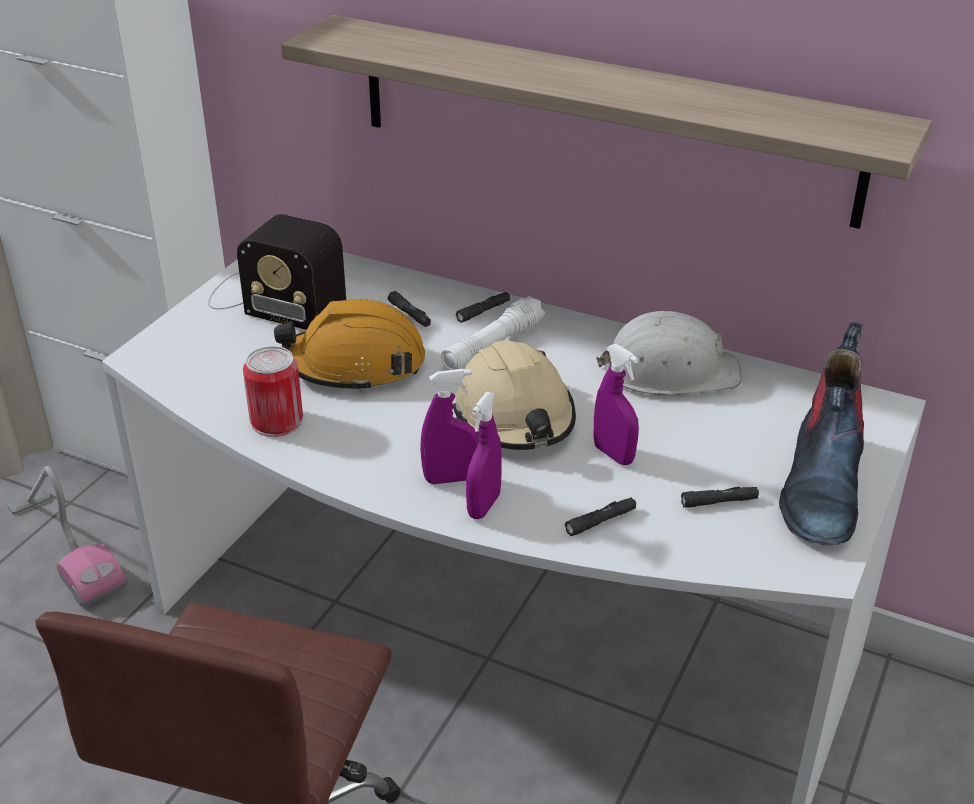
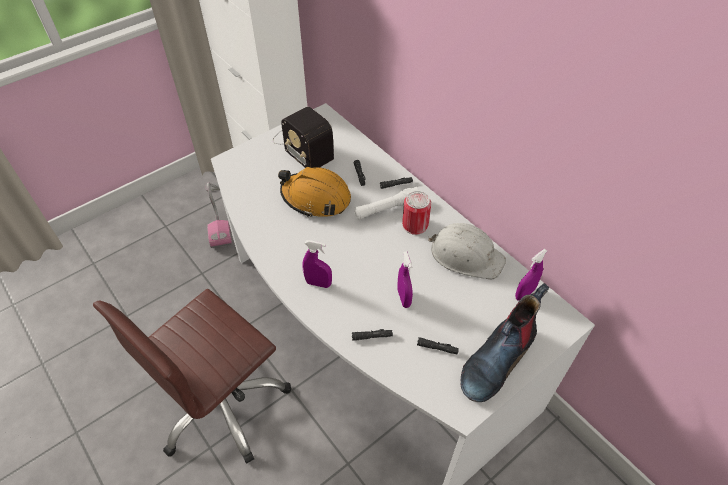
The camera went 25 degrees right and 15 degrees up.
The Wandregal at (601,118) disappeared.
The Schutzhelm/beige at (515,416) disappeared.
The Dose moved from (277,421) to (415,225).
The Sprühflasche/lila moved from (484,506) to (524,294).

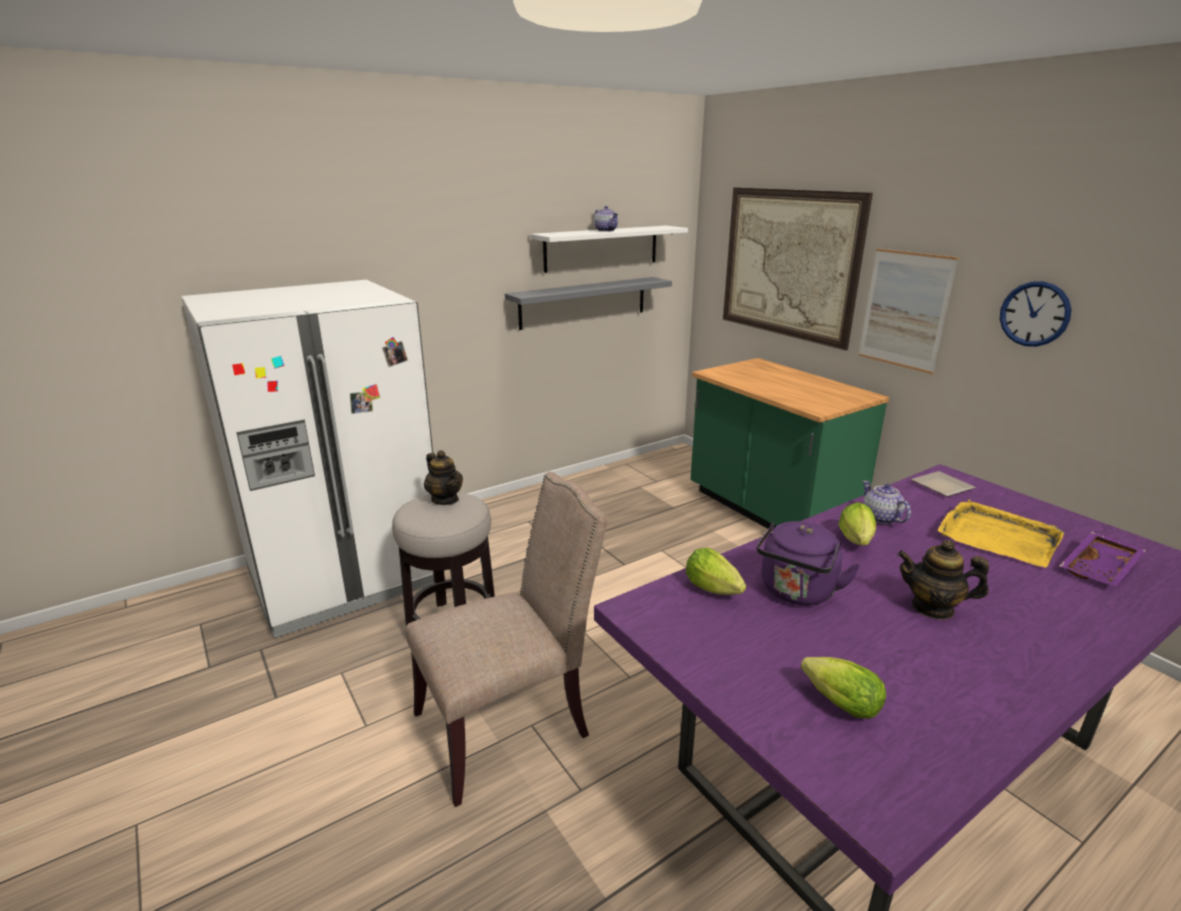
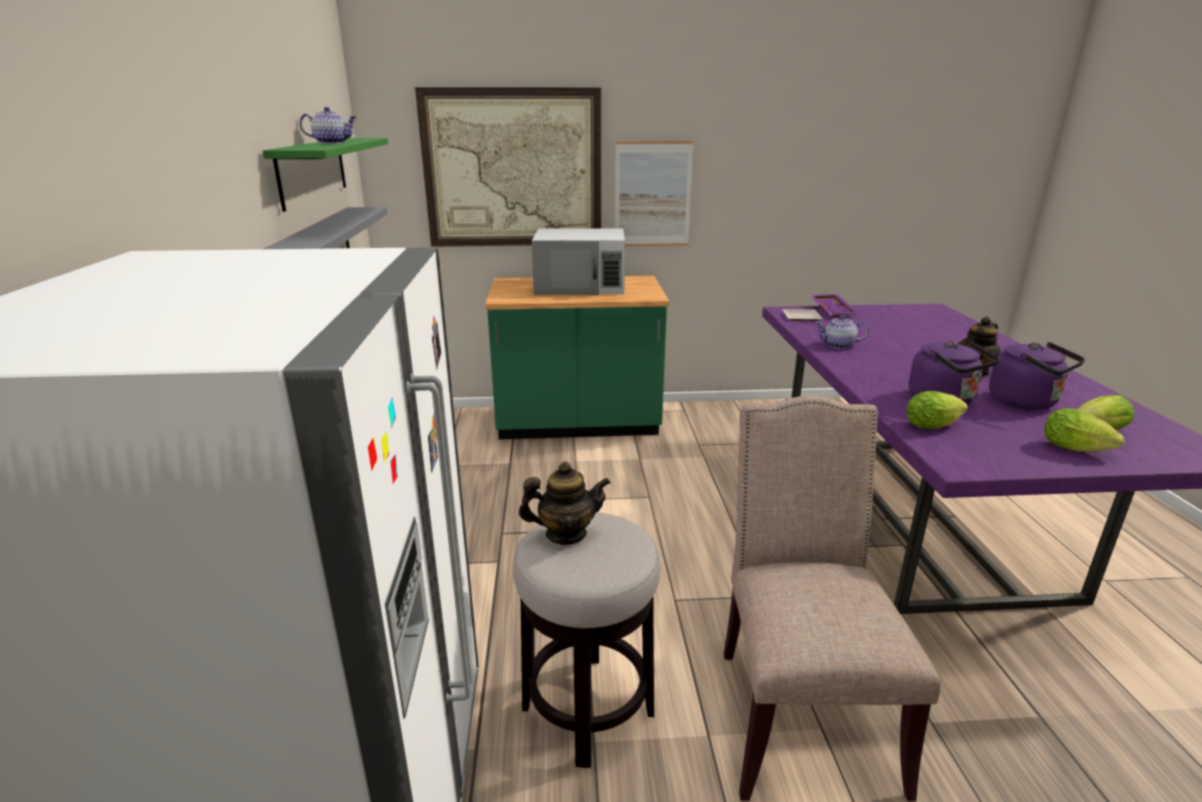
The camera went 60 degrees left and 0 degrees up.
The Tablett/gelb at (997,537) disappeared.
The Wanduhr at (1034,314) disappeared.
The Mikrowelle/weiß at (581,285) appeared.
The Wasserkessel/lila at (1026,402) appeared.
The Salatkopf moved from (856,542) to (1078,450).
The Tablett/lila moved from (1101,569) to (833,311).
The Wandregal/weiß at (602,248) became the Wandregal/grün at (313,171).

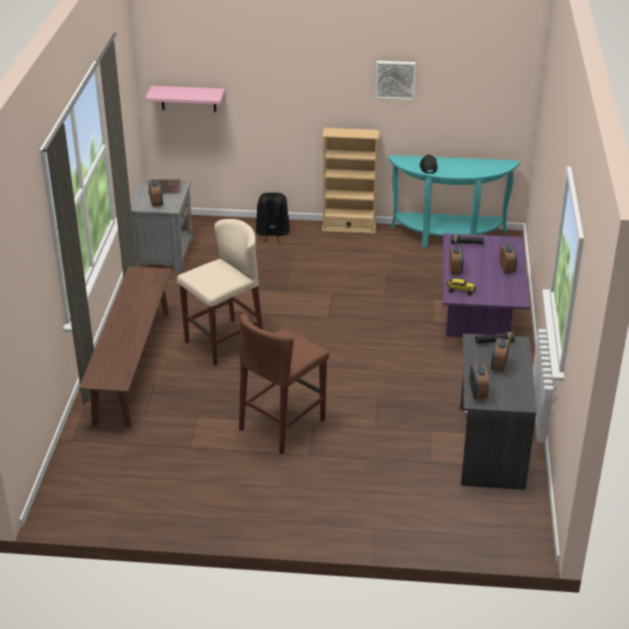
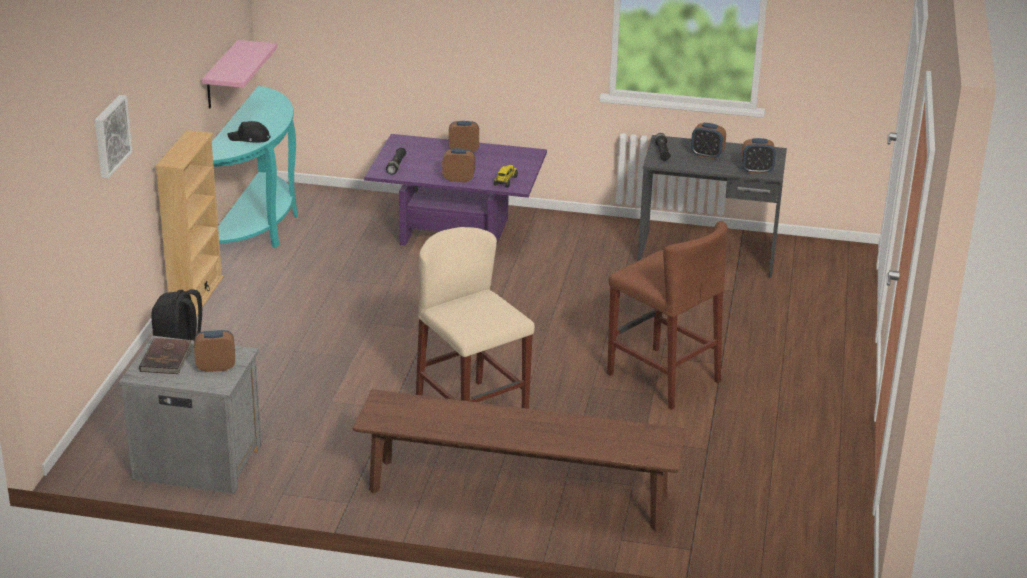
The camera went 85 degrees left and 5 degrees down.
The Wandregal/rosa moved from (188,98) to (221,76).
The Bild moved from (395,79) to (110,135).

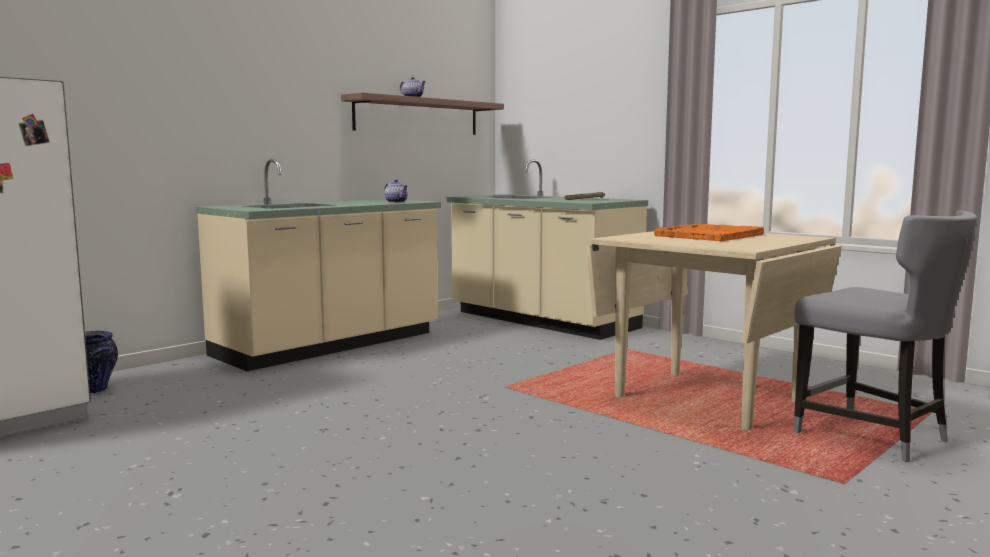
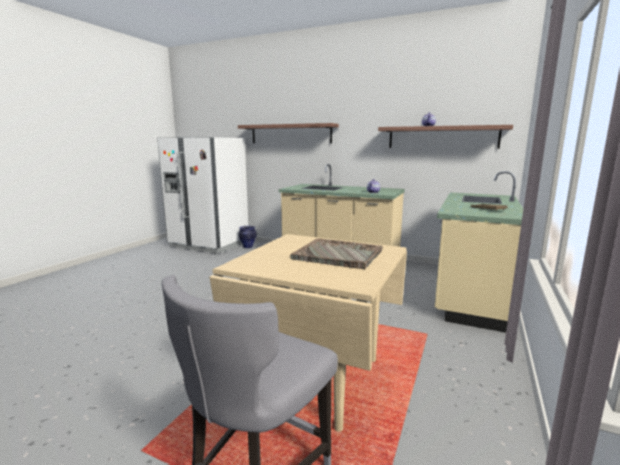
The camera went 70 degrees right and 5 degrees up.
The Wandregal at (290,134) appeared.
The Tablett/orange at (710,235) became the Tablett/grau at (338,255).

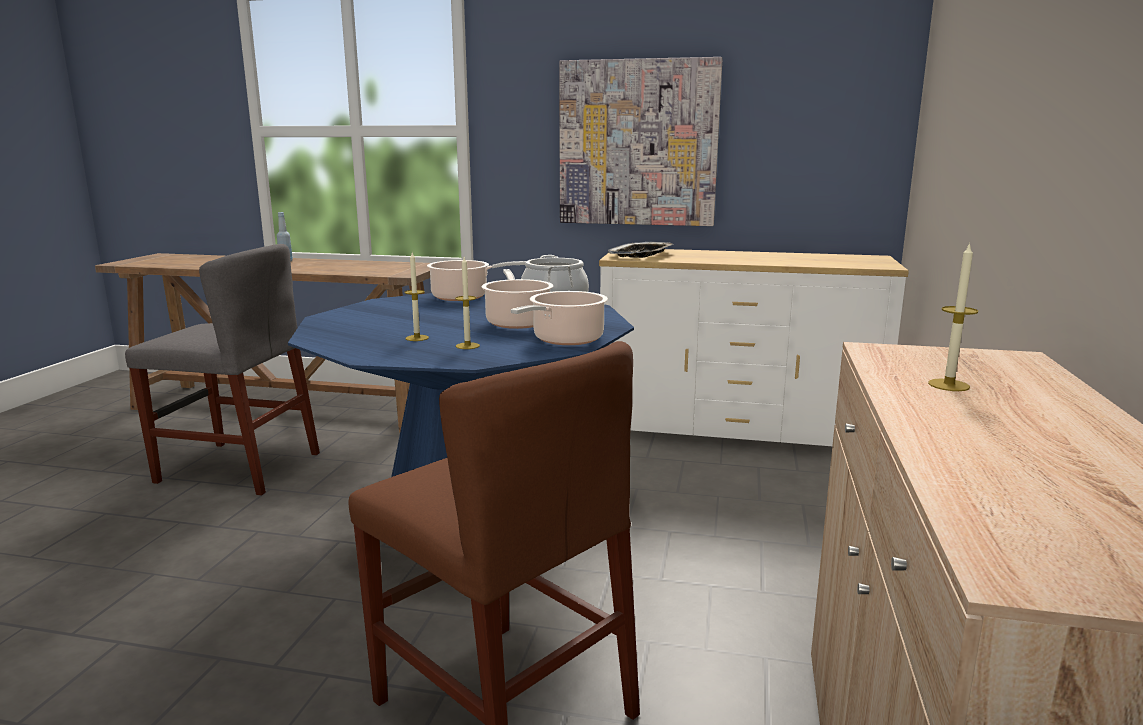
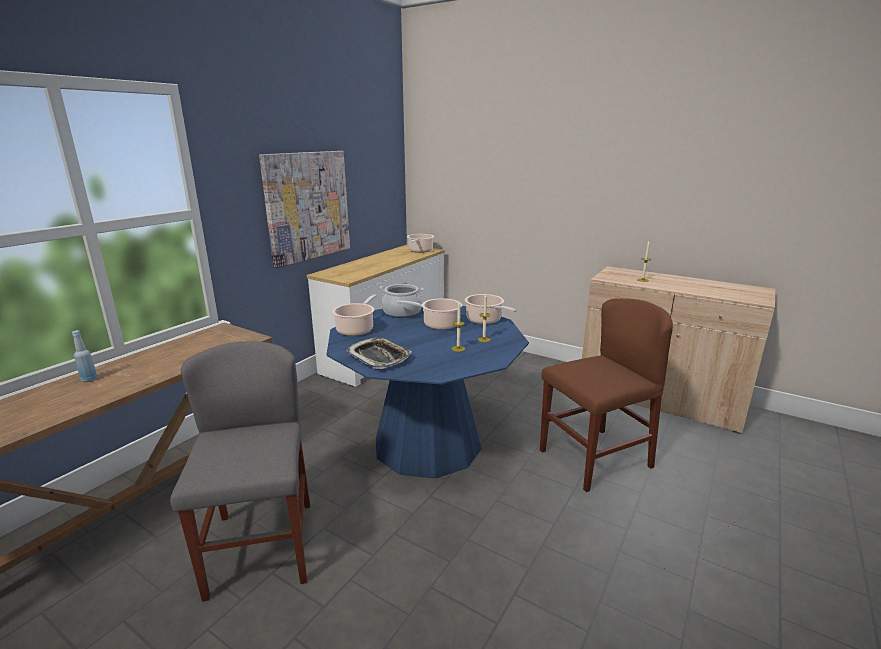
The camera went 70 degrees left and 5 degrees up.
The Kochtopf at (420,251) appeared.
The Tablett moved from (641,255) to (379,357).
The Stuhl/grau at (239,467) turned 45 degrees counterclockwise.

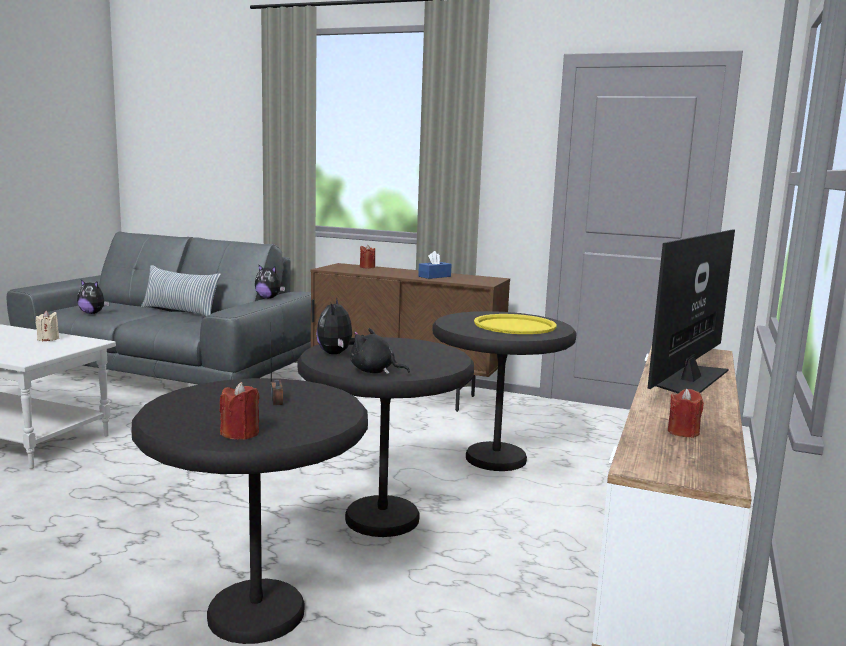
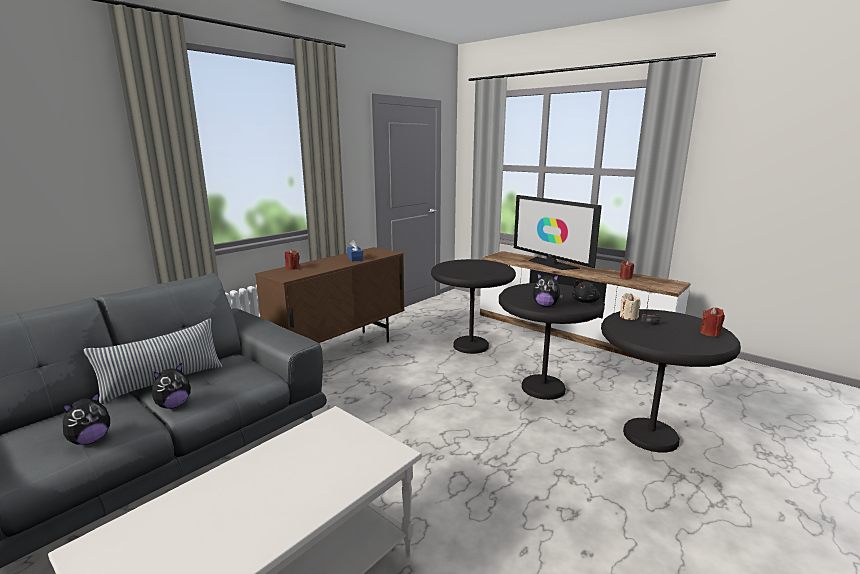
The camera went 70 degrees left and 5 degrees up.
The Tablett/gelb at (514,326) disappeared.
The Kerze/beige moved from (48,339) to (628,317).
The Plüschtier moved from (268,298) to (173,405).

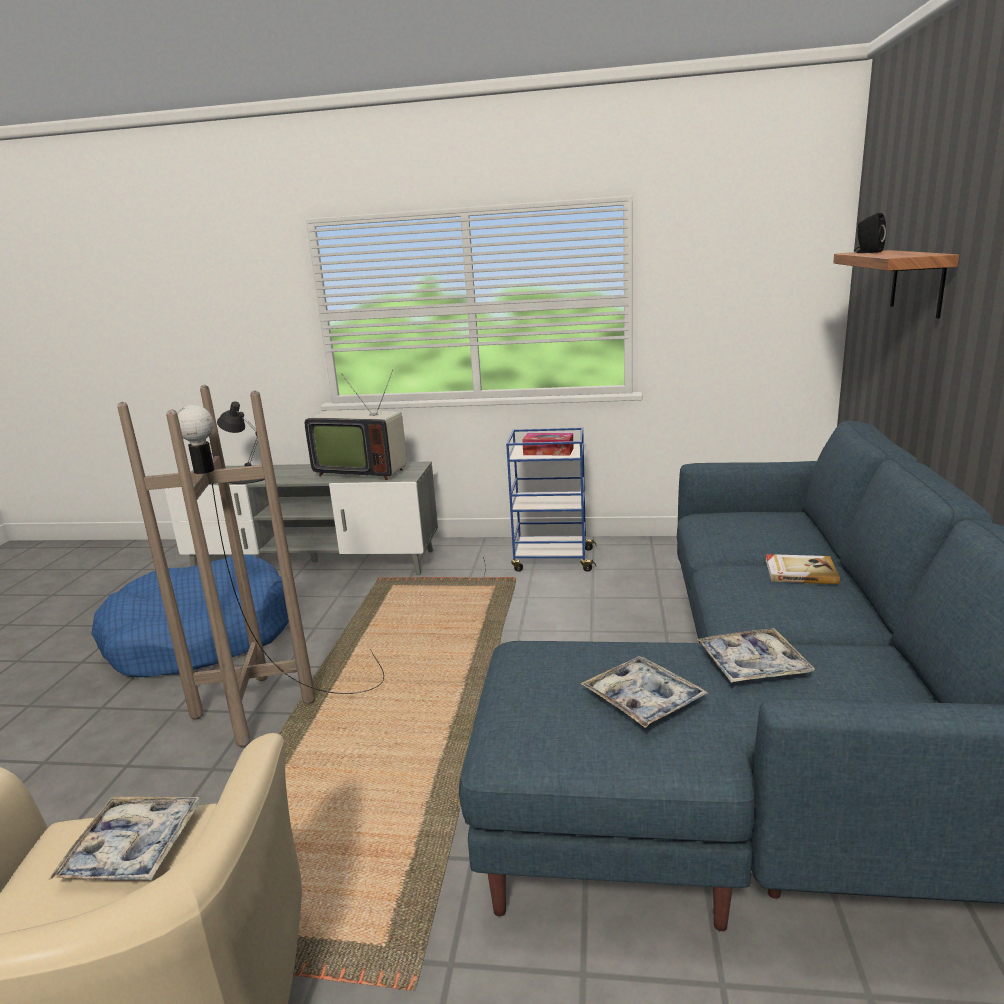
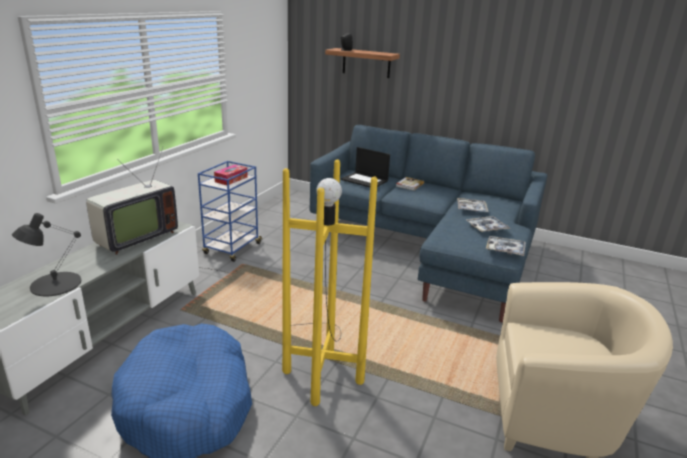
The camera went 75 degrees left and 5 degrees up.
The Laptop at (365,180) appeared.
The Tablett moved from (133,848) to (505,250).
The Stehlampe/braun at (336,668) became the Stehlampe/gelb at (296,341).

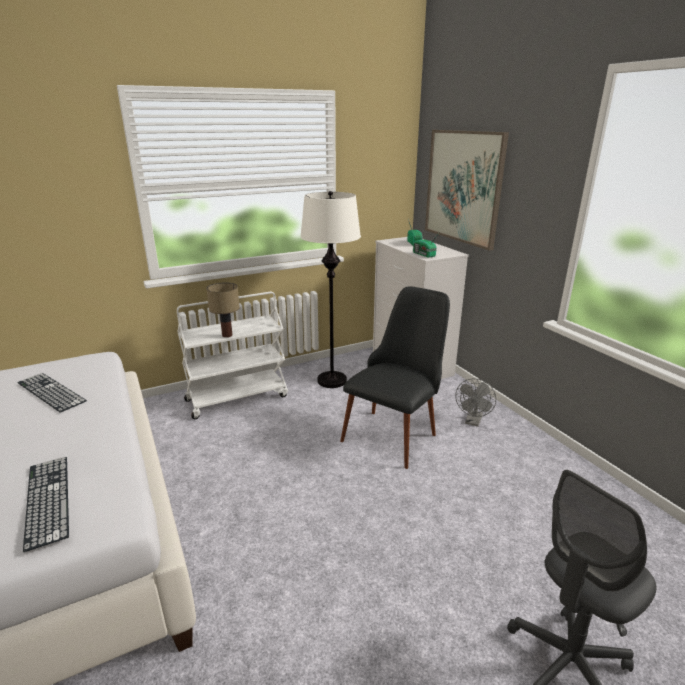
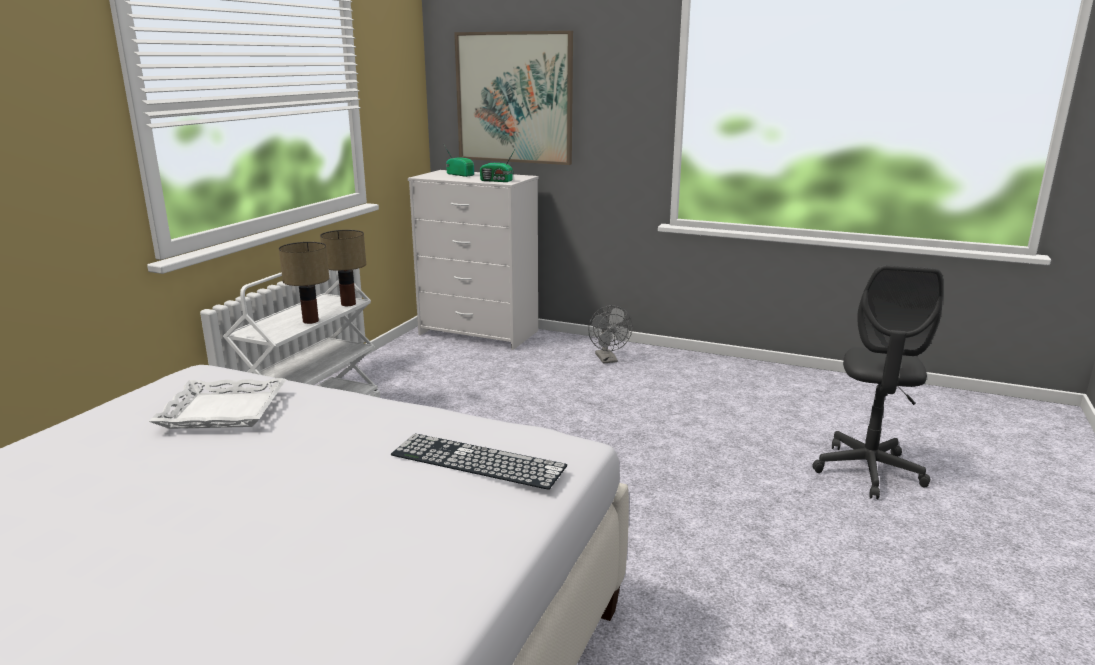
The camera went 40 degrees left and 5 degrees down.
The Stehlampe/weiß at (331,380) disappeared.
The Stuhl/schwarz at (396,430) disappeared.
The Tischlampe at (348,304) appeared.
The Tastatur at (50,392) was replaced by the Tablett/weiß at (223,411).

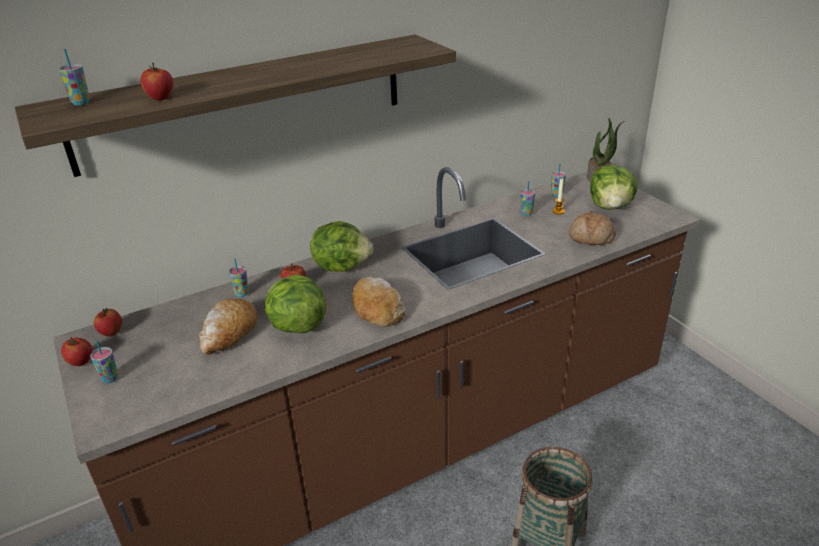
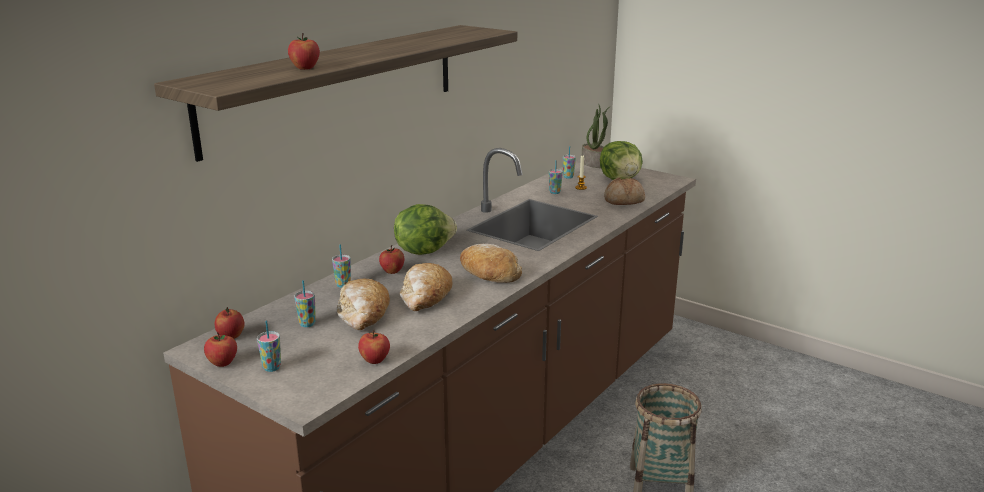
The camera went 25 degrees left and 10 degrees down.
The Apfel at (375,360) appeared.
The Tasse moved from (81,102) to (307,324).
The Salatkopf at (297,326) was replaced by the Brot at (425,297).

